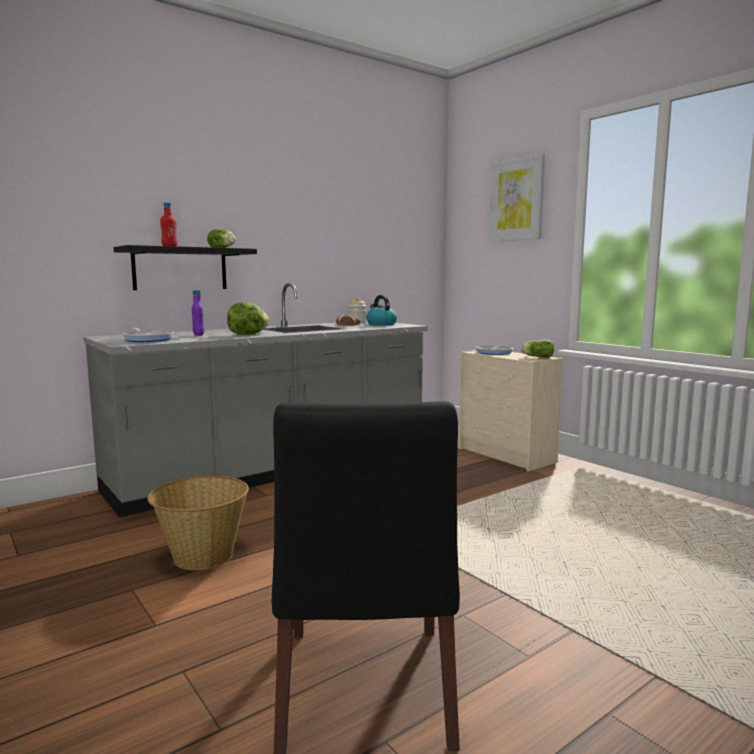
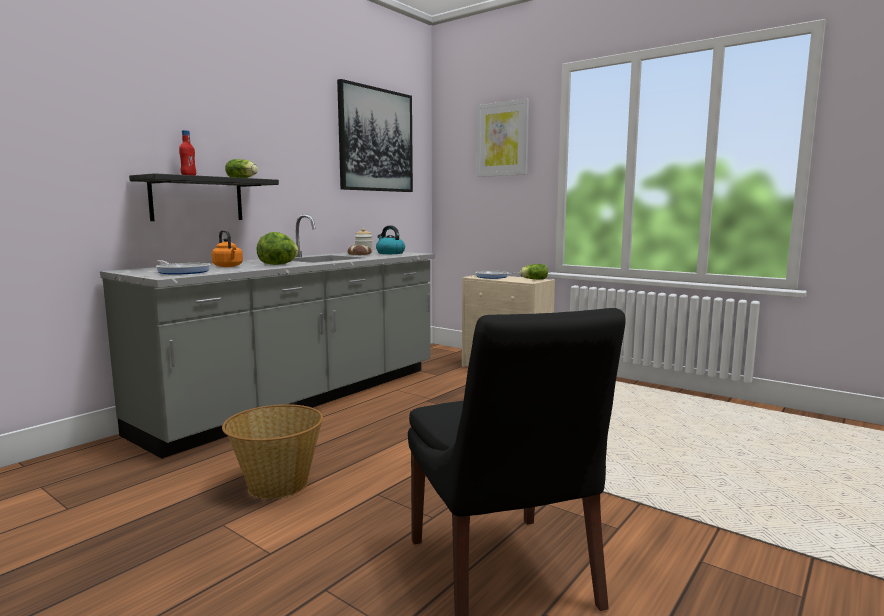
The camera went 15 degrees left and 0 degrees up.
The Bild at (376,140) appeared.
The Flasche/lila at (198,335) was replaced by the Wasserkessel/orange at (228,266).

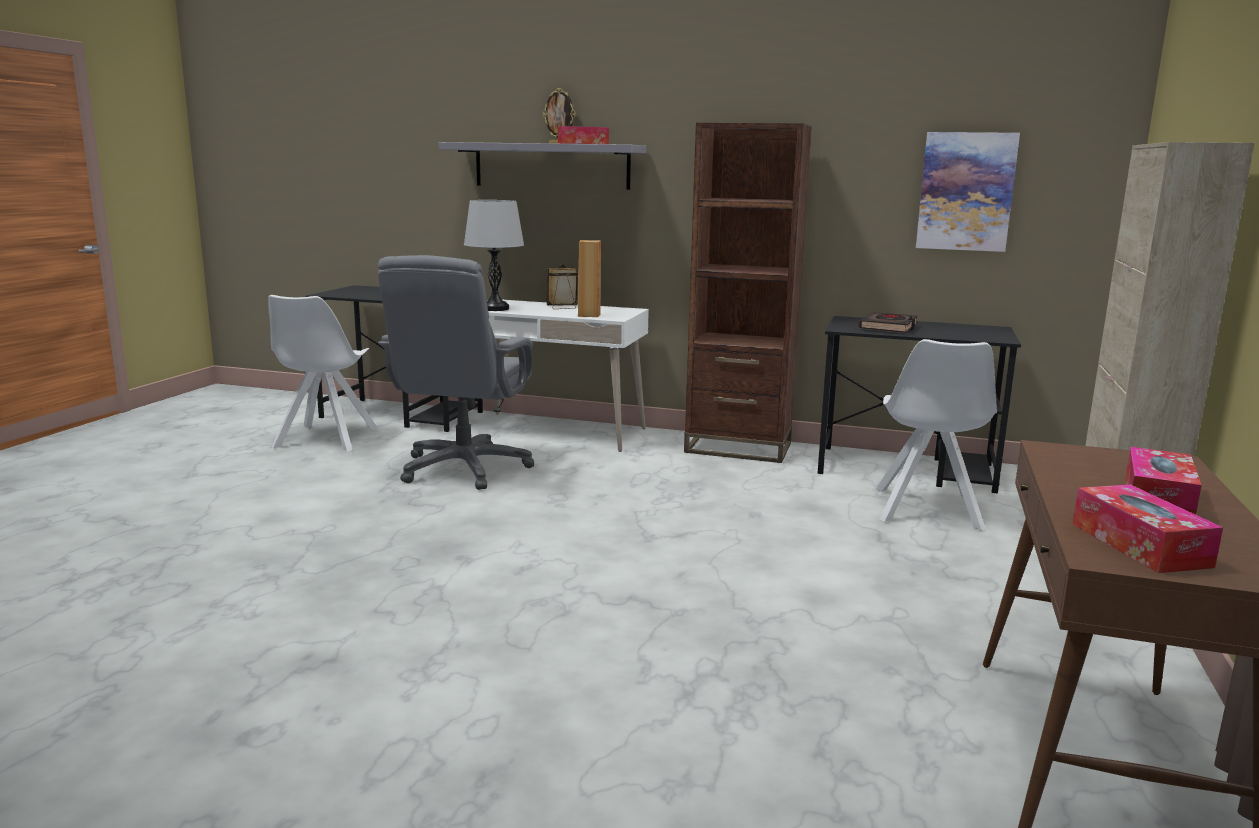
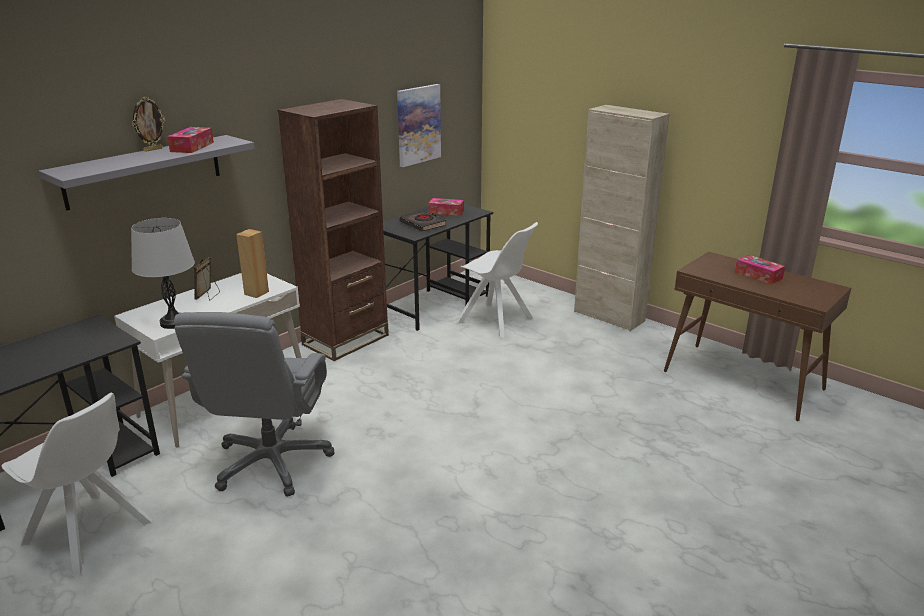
The camera went 65 degrees left and 10 degrees up.
The Taschentuchbox moved from (1139,545) to (446,212).
The Bürostuhl/grau at (464,468) turned 60 degrees clockwise.

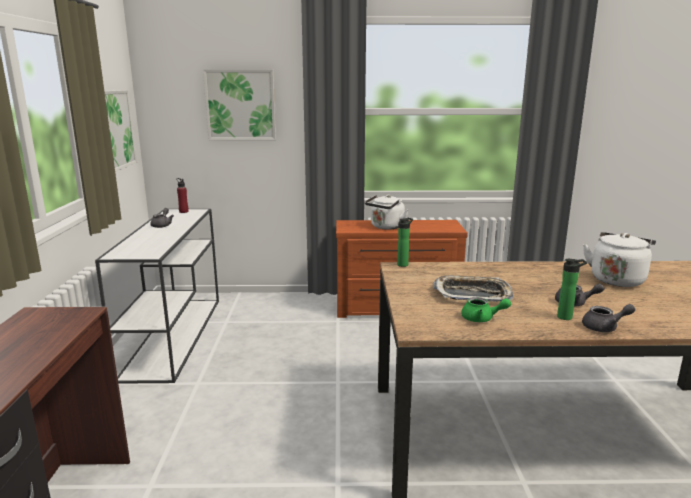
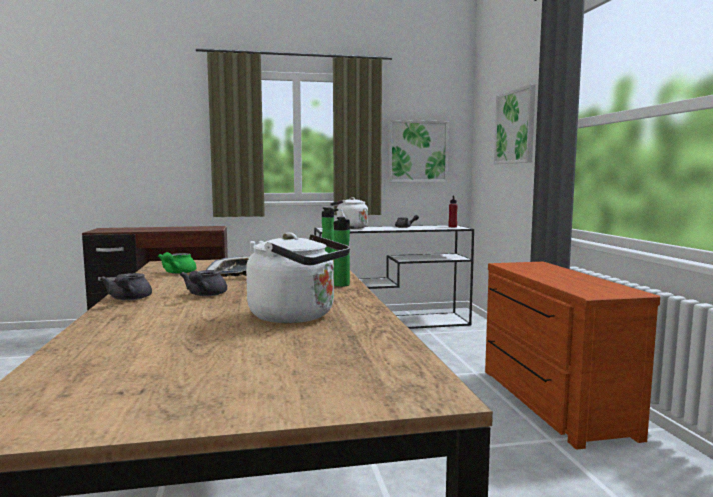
The camera went 80 degrees right and 10 degrees down.
The Wasserkessel/weiß moved from (386,227) to (349,228).
The Flasche moved from (567,317) to (342,285).

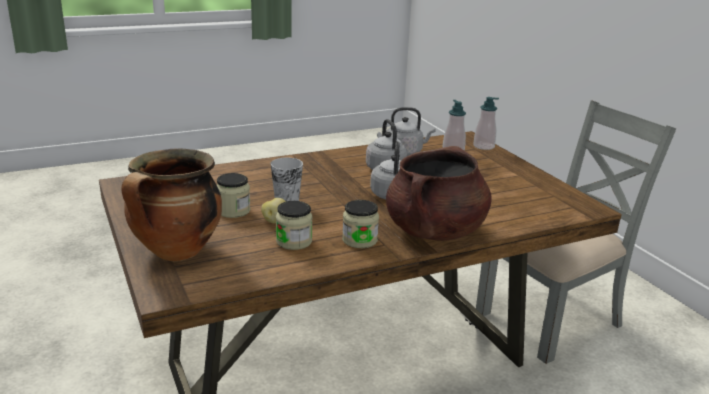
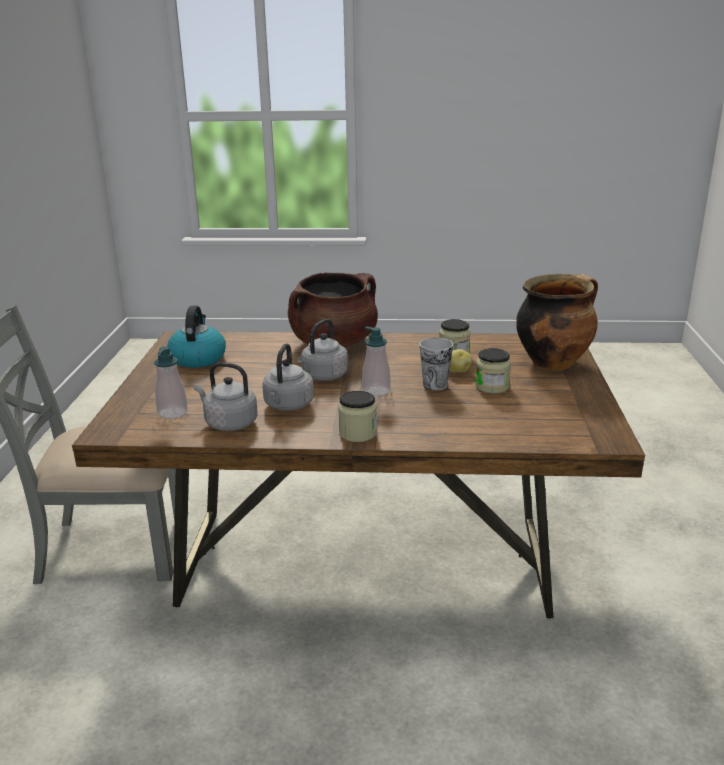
The camera went 150 degrees left and 0 degrees up.
The Wasserkessel at (198,358) appeared.
The Vorratsglas moved from (359,240) to (358,433).
The Seifenspender moved from (483,146) to (376,391).

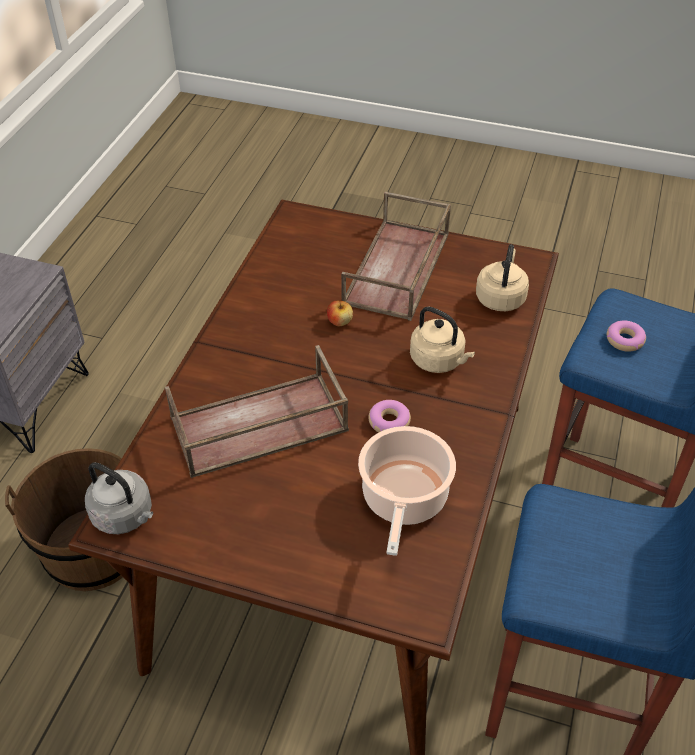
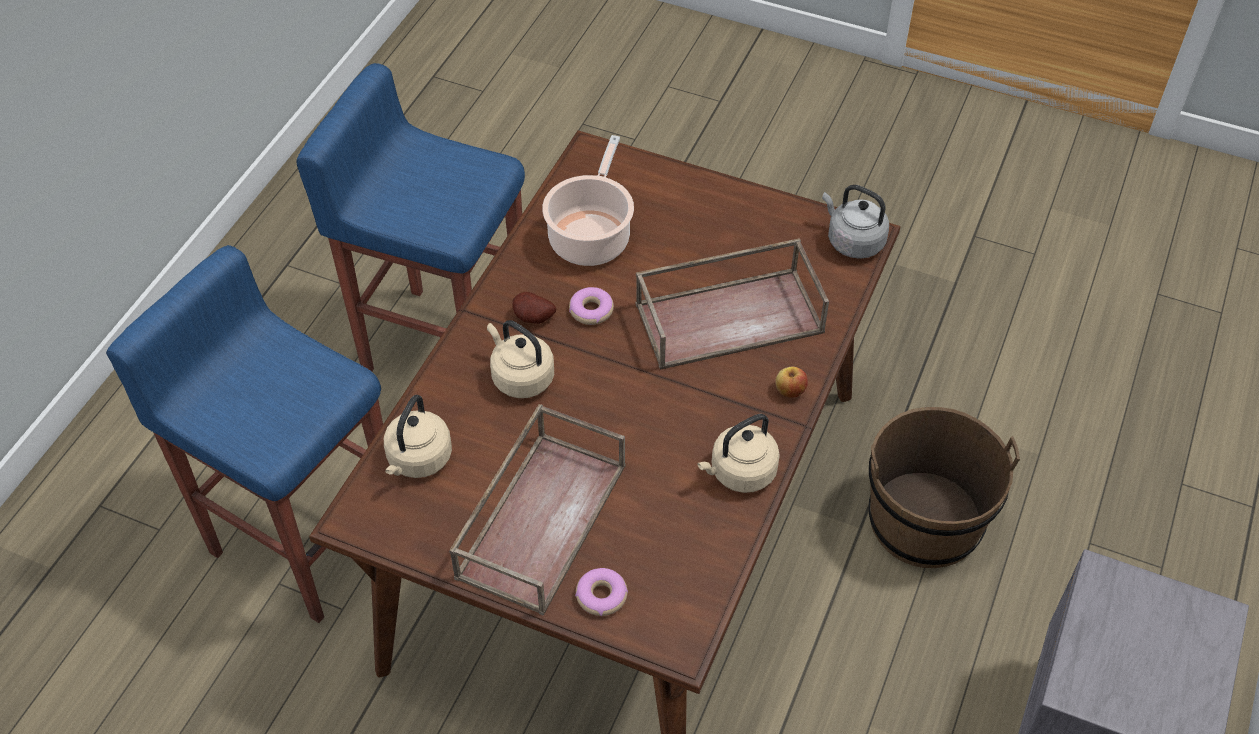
The camera went 175 degrees left and 5 degrees up.
The Kartoffel at (533,319) appeared.
The Wasserkessel/beige at (740,473) appeared.
The Apfel moved from (340,322) to (790,391).
The Donut moved from (625,340) to (601,595).

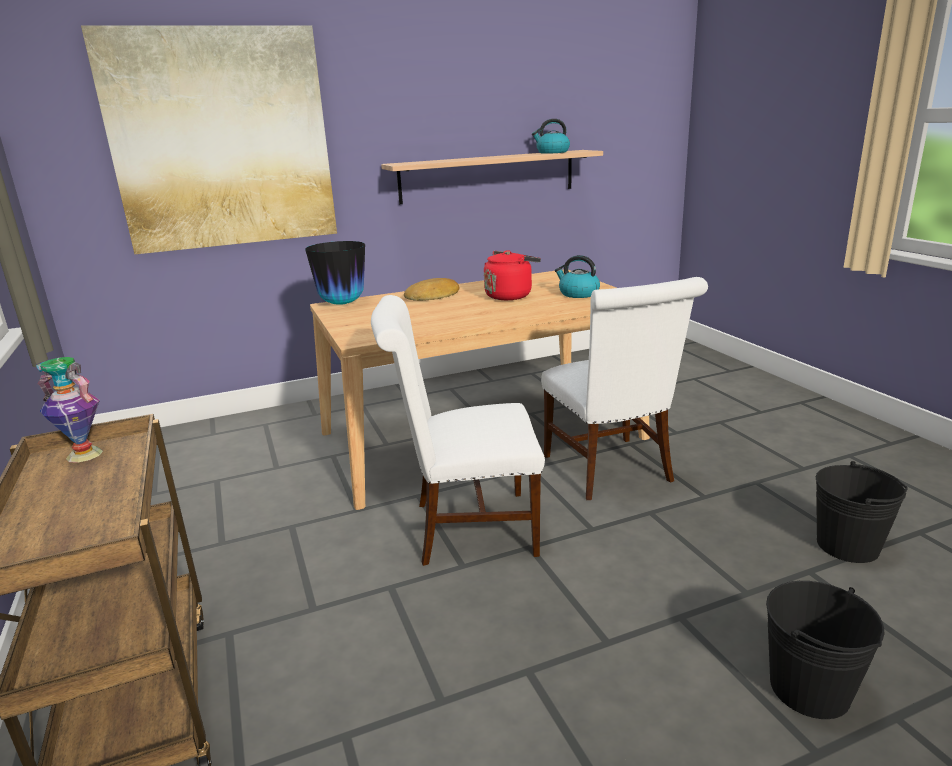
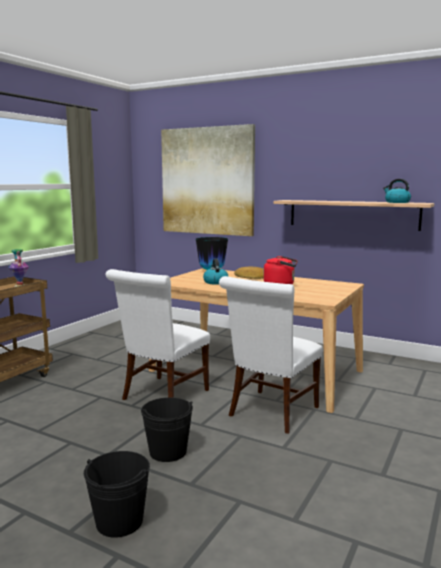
The camera went 50 degrees right and 10 degrees down.
The Wasserkessel moved from (578,294) to (215,282).
The Eimer/schwarz moved from (847,545) to (168,451).
The Stuhl/weiß at (465,528) turned 105 degrees counterclockwise.

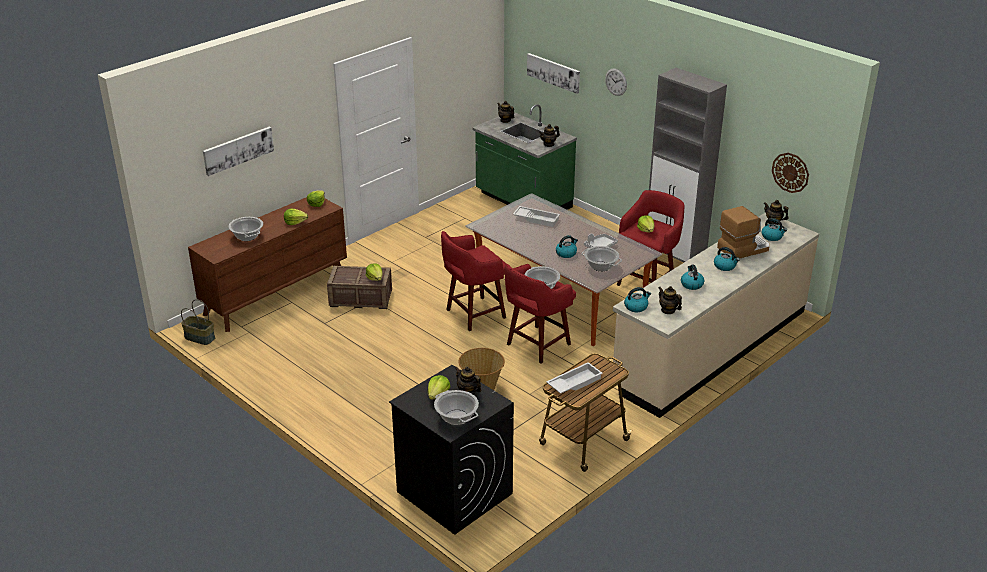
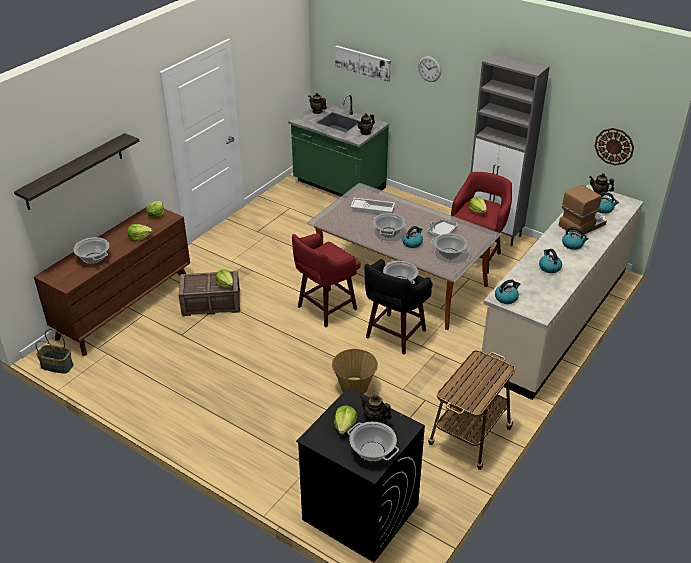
The camera went 10 degrees left and 5 degrees up.
The Tablett/weiß at (574,382) disappeared.
The Teekanne at (668,310) disappeared.
The Kochtopf at (388,232) appeared.
The Bild at (238,150) was replaced by the Wandregal at (74,171).
The Hocker/rot at (537,345) became the Hocker/schwarz at (394,335).

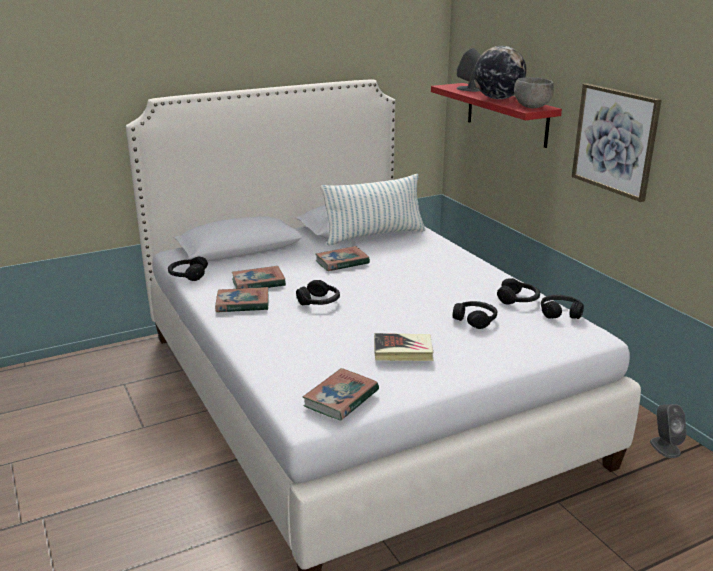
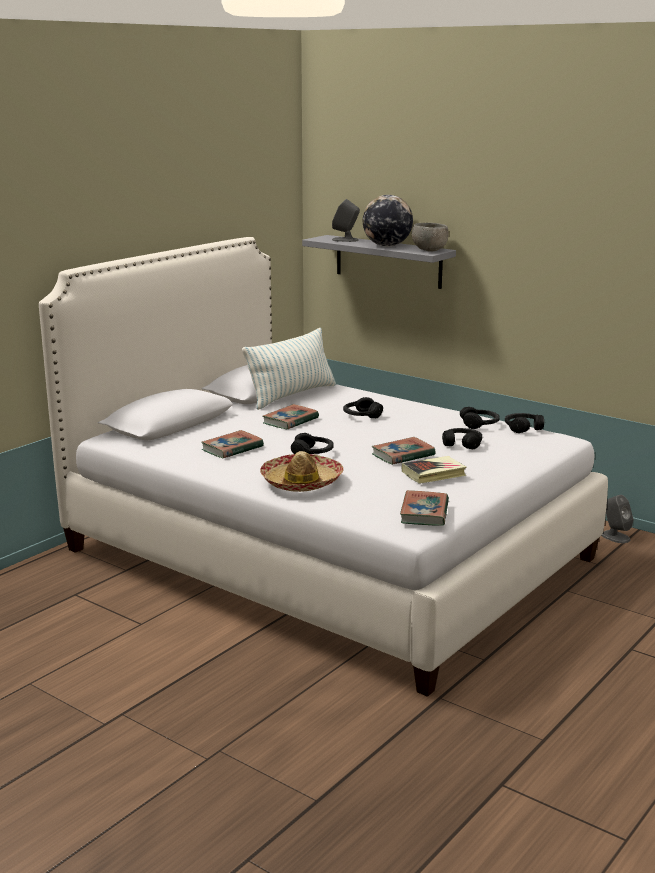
The camera went 25 degrees left and 5 degrees down.
The Bild at (615,140) disappeared.
The Hut at (301,482) appeared.
The Kopfhörer/schwarz moved from (188,275) to (361,416).
The Buch moved from (242,304) to (403,455).
The Wandregal/rot at (506,114) became the Wandregal/grau at (388,261).

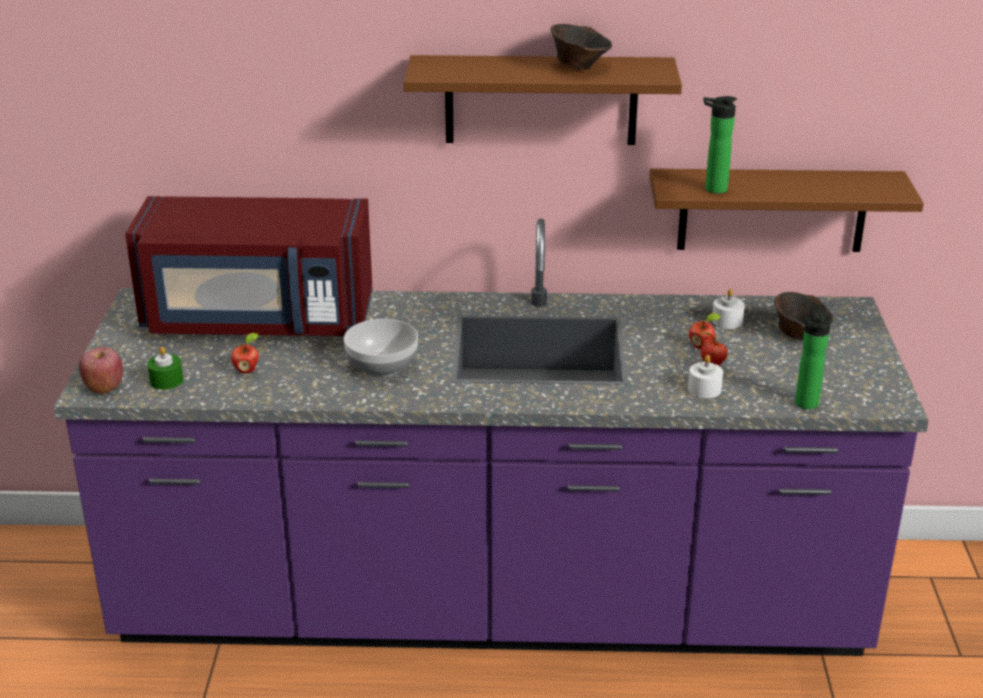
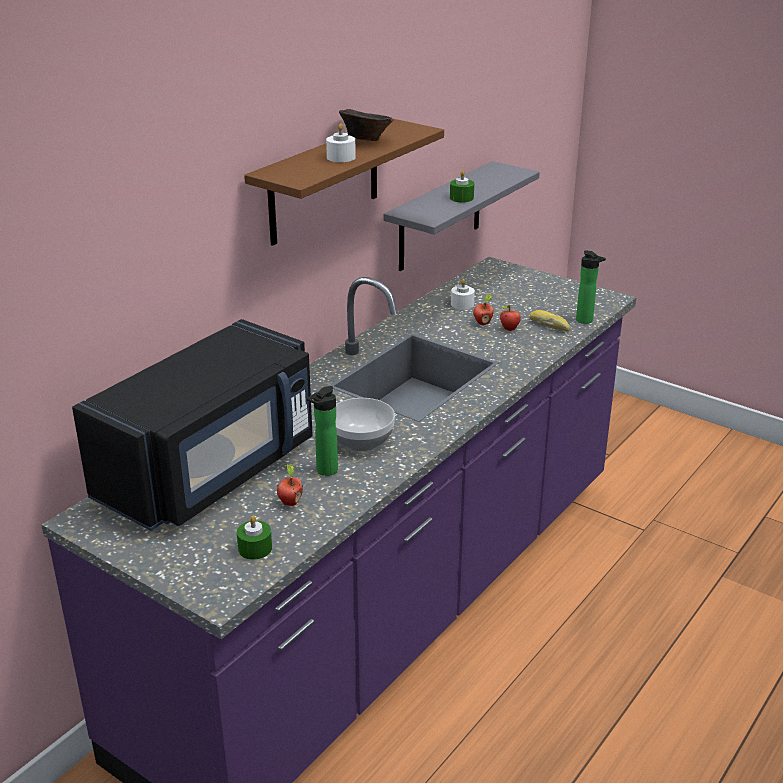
The camera went 55 degrees left and 0 degrees up.
The Apfel at (104,387) disappeared.
The Schüssel/braun at (799,334) disappeared.
The Kerze/grün at (461,198) appeared.
The Brot at (550,325) appeared.
The Kerze/weiß moved from (704,389) to (341,157).
The Flasche moved from (712,189) to (324,471).
The Mikrowelle/rot at (258,319) became the Mikrowelle/schwarz at (211,471).
The Wandregal/braun at (772,210) became the Wandregal/grau at (440,217).

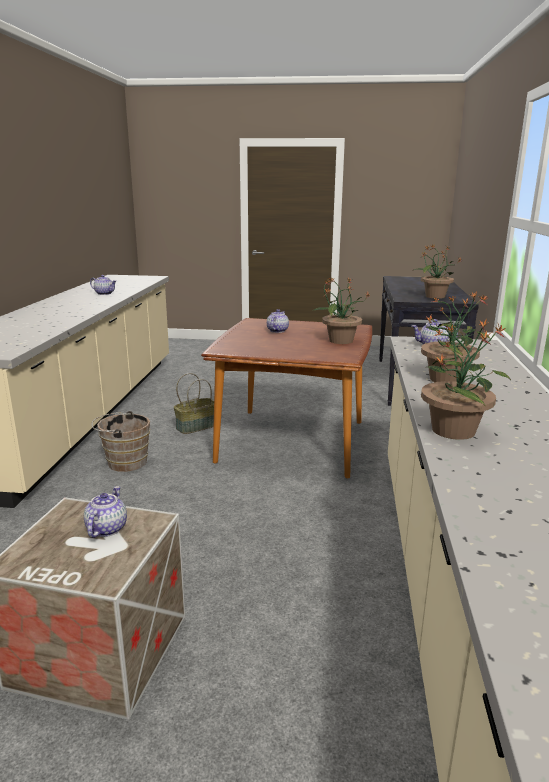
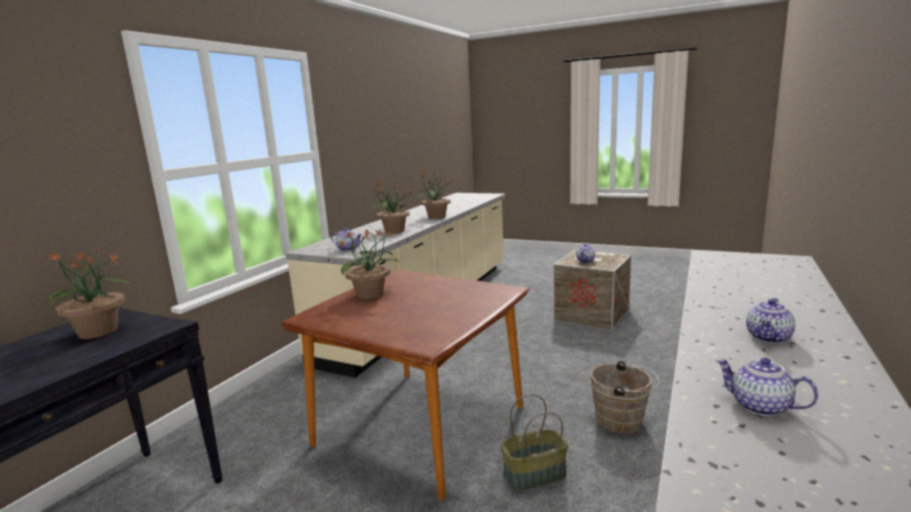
The camera went 160 degrees left and 5 degrees down.
The Teekanne moved from (277,331) to (769,337).

